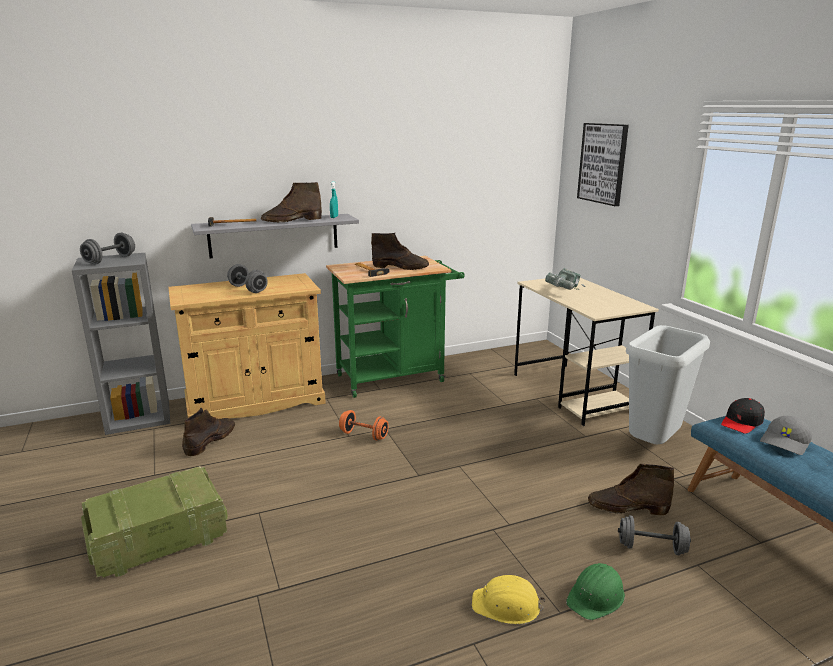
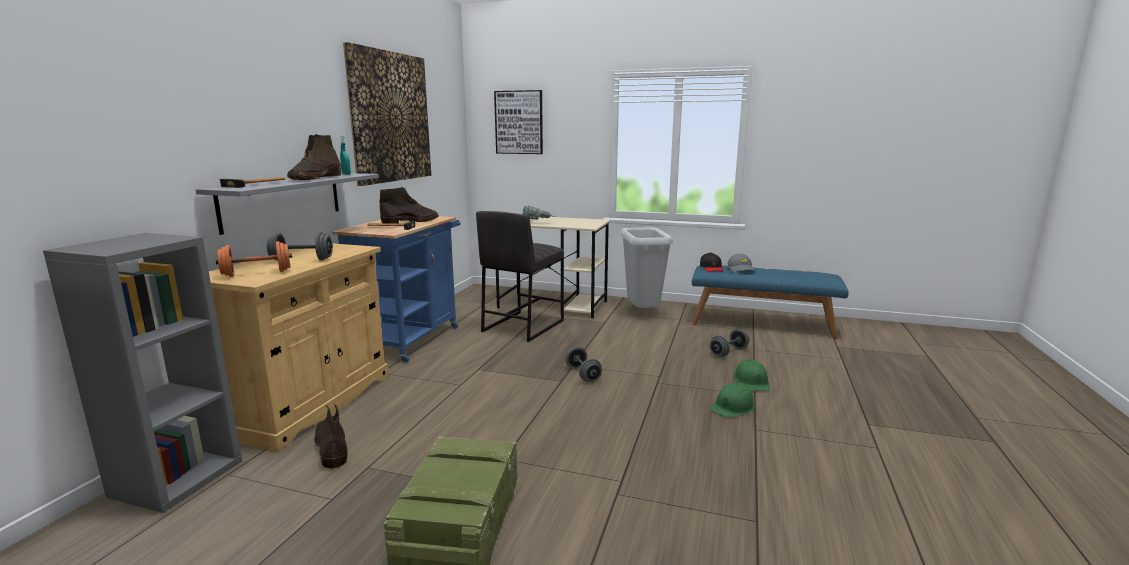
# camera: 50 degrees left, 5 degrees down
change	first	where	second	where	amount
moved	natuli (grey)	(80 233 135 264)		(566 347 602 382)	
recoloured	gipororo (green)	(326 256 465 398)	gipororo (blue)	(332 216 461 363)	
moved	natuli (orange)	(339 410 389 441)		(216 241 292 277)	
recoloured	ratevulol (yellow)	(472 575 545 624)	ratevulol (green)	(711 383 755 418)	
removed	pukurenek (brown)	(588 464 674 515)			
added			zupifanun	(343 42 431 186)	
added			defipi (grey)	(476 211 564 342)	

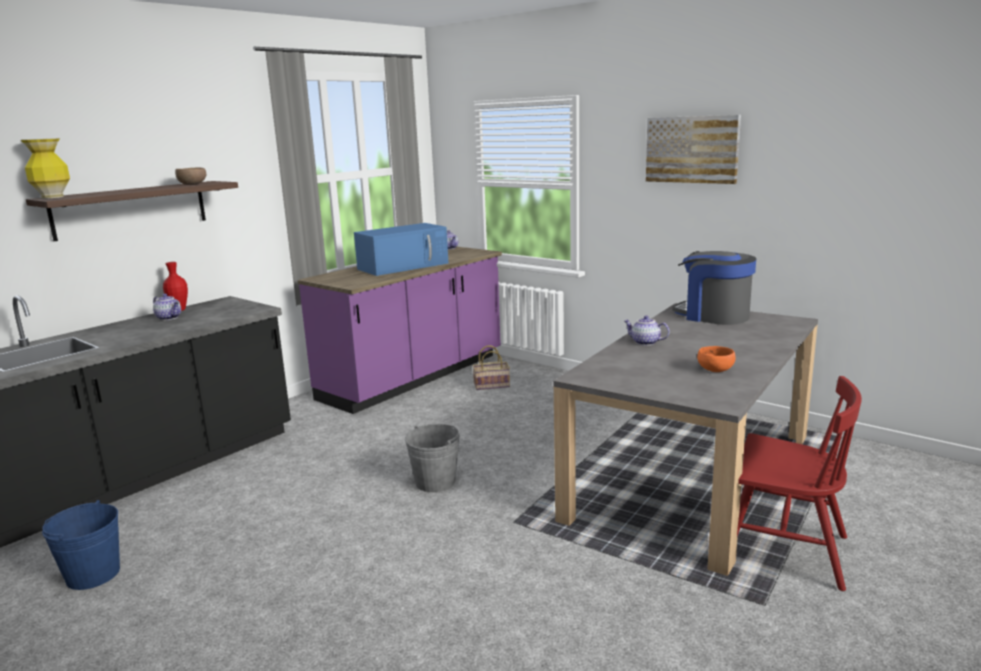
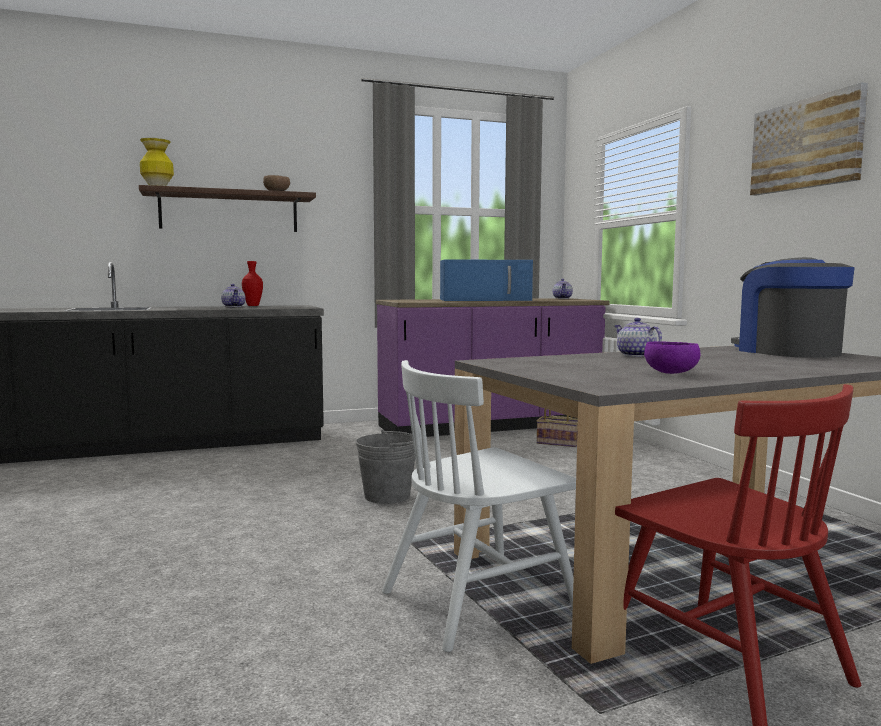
# camera: 30 degrees right, 10 degrees down
change	first	where	second	where	amount
removed	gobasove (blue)	(42 500 120 590)			
recoloured	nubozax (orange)	(697 346 736 372)	nubozax (purple)	(644 342 700 374)	
added			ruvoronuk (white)	(382 360 576 652)	

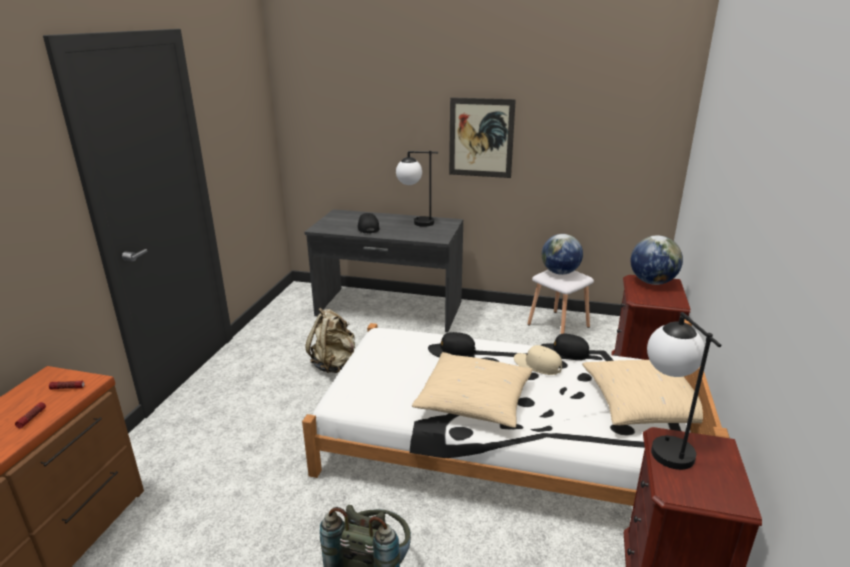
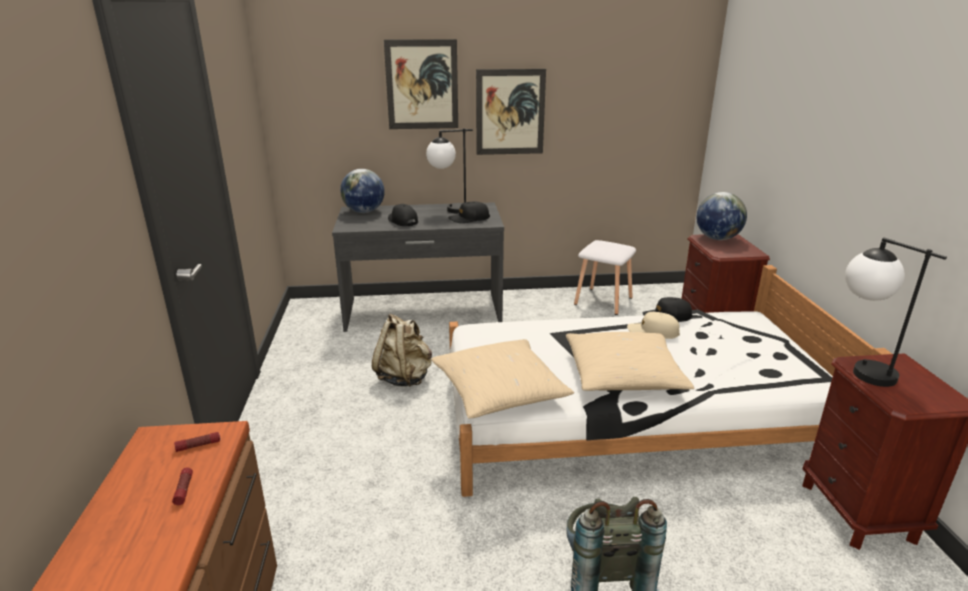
# camera: 20 degrees left, 0 degrees up
change	first	where	second	where	amount
moved	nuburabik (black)	(428 332 476 357)		(448 201 490 223)	
moved	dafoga	(542 234 583 275)		(340 169 385 213)	
moved	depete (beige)	(582 360 703 425)		(431 339 574 419)	
added			zupifanun	(384 39 458 129)	

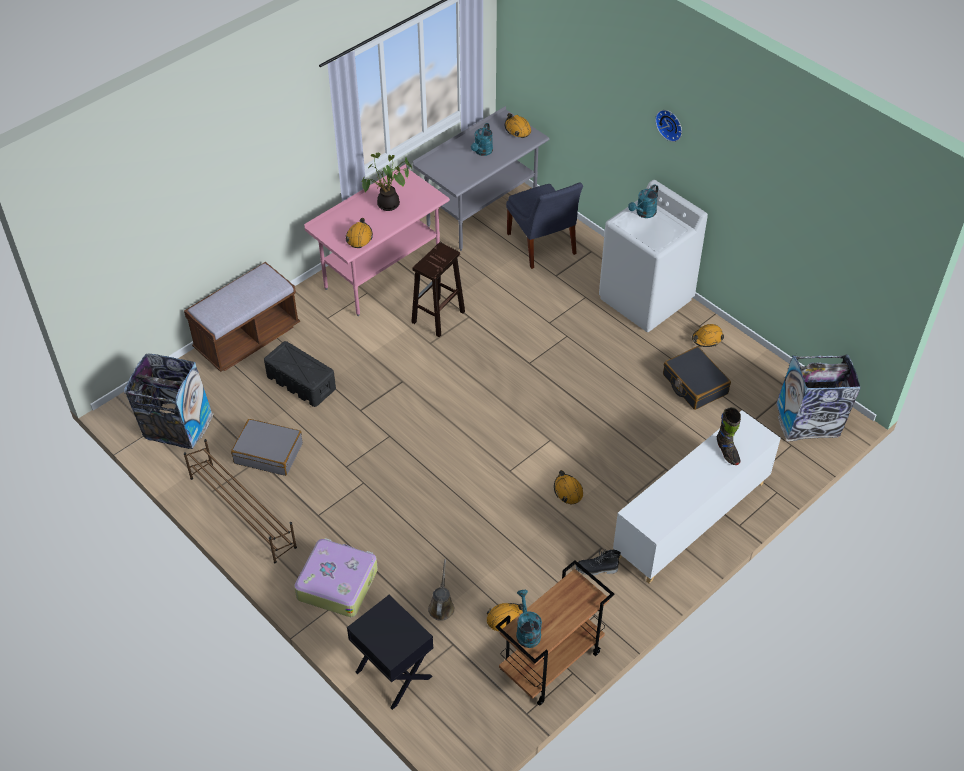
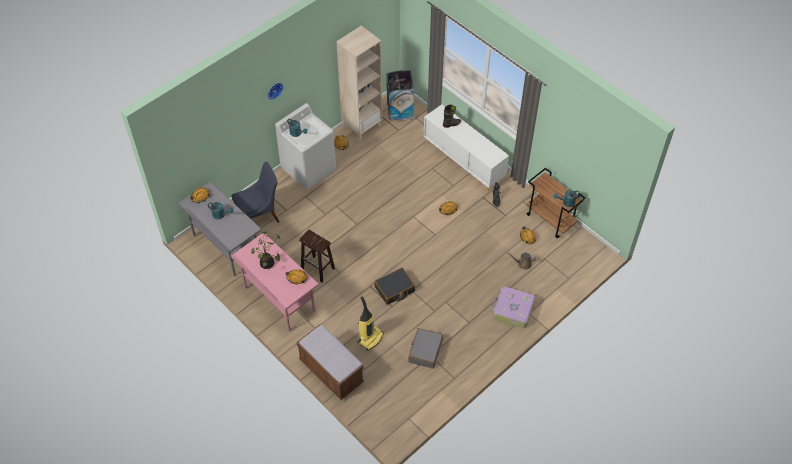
# camera: 90 degrees left, 5 degrees up
change	first	where	second	where	amount
removed	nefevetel	(124 354 214 449)			
removed	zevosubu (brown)	(184 439 297 563)			
replaced	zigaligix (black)	(264 341 336 407)	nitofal	(358 297 384 351)	
removed	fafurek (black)	(347 595 433 710)			
moved	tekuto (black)	(663 346 731 410)		(374 268 415 305)	
added			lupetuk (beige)	(336 26 382 141)	

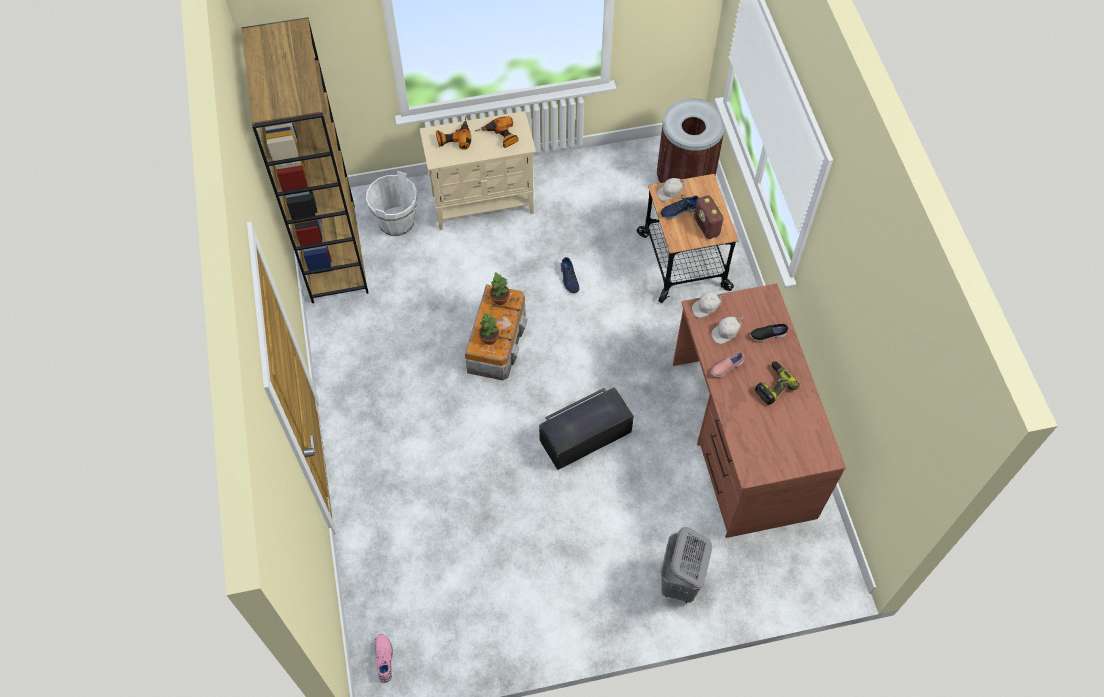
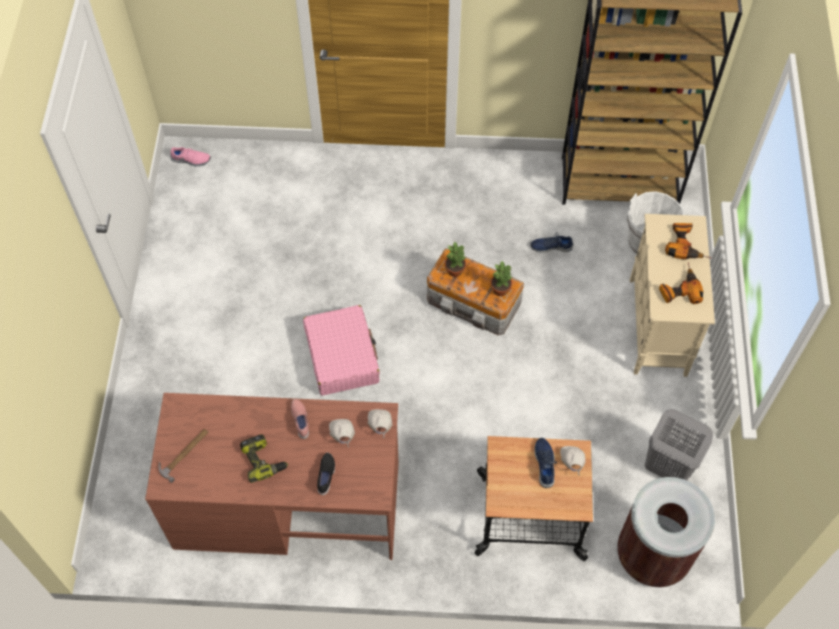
# camera: 105 degrees right, 0 degrees up
change	first	where	second	where	amount
replaced	zigaligix (black)	(539 387 634 470)	tekuto (pink)	(303 305 380 396)	
moved	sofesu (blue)	(560 257 580 293)		(531 232 573 253)	
moved	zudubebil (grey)	(660 527 712 603)		(645 409 713 480)	
removed	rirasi	(694 195 725 239)			
added			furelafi	(159 429 208 483)	

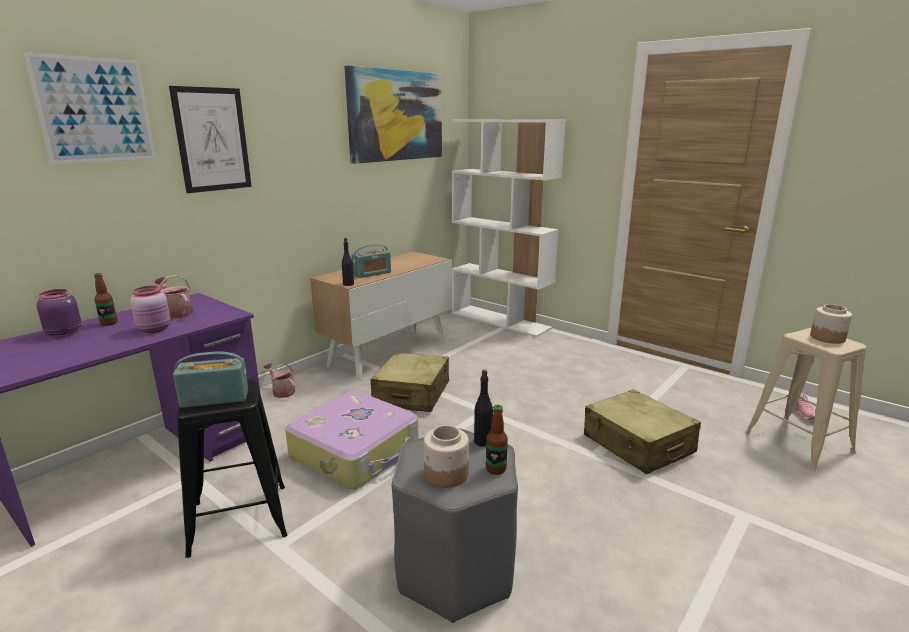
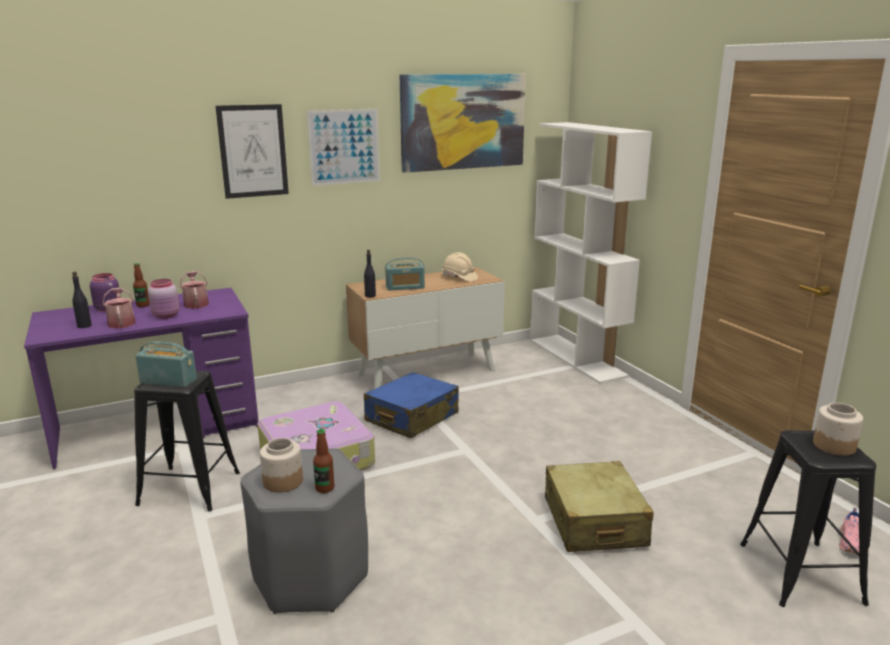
# camera: 25 degrees right, 0 degrees up
change	first	where	second	where	amount
moved	zupifanun	(24 52 156 164)		(307 109 380 186)	
moved	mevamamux	(264 363 295 398)		(103 287 136 329)	
recoloured	tekuto (beige)	(370 352 449 412)	tekuto (blue)	(364 372 459 438)	
moved	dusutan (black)	(474 370 493 447)		(72 272 92 328)	
recoloured	defipi (beige)	(745 328 866 471)	defipi (black)	(740 430 876 607)	
added			ratevulol (beige)	(442 252 478 282)	

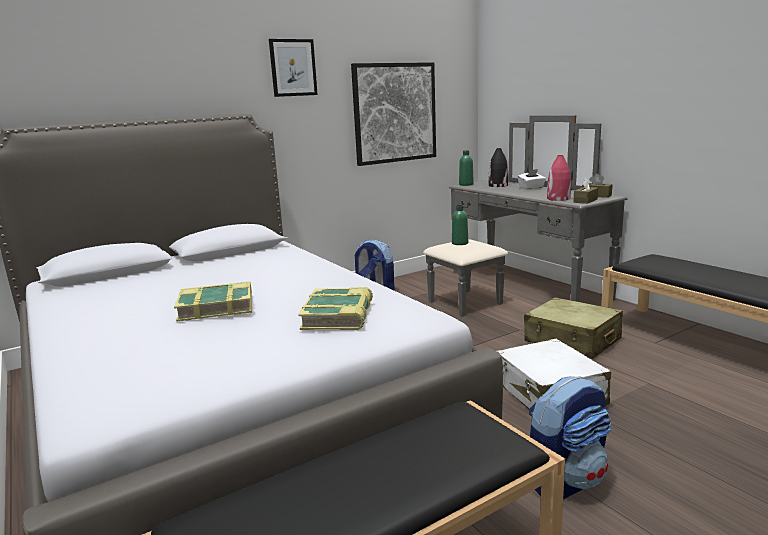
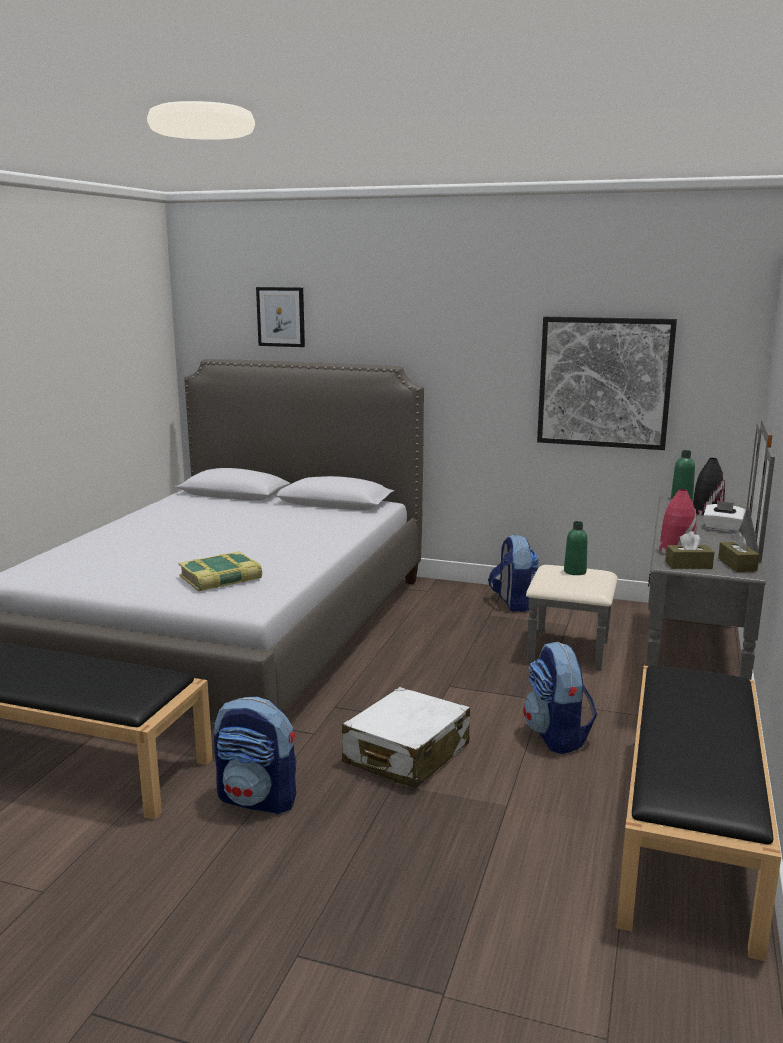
# camera: 50 degrees right, 0 degrees up
change	first	where	second	where	amount
removed	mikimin	(174 282 252 322)			
moved	zupifanun	(269 39 318 97)		(256 287 305 347)	
replaced	tekuto (beige)	(524 297 623 359)	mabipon	(523 642 597 754)	

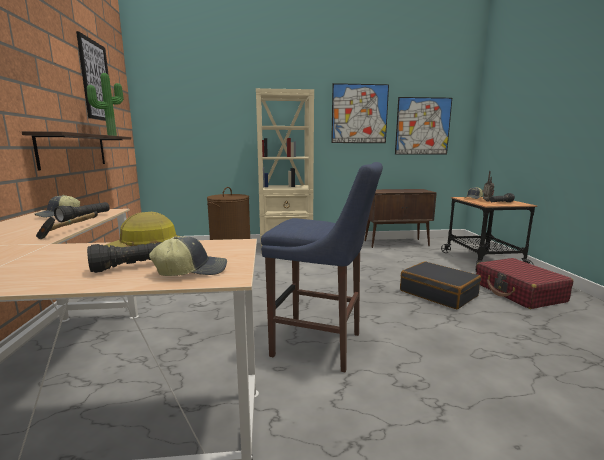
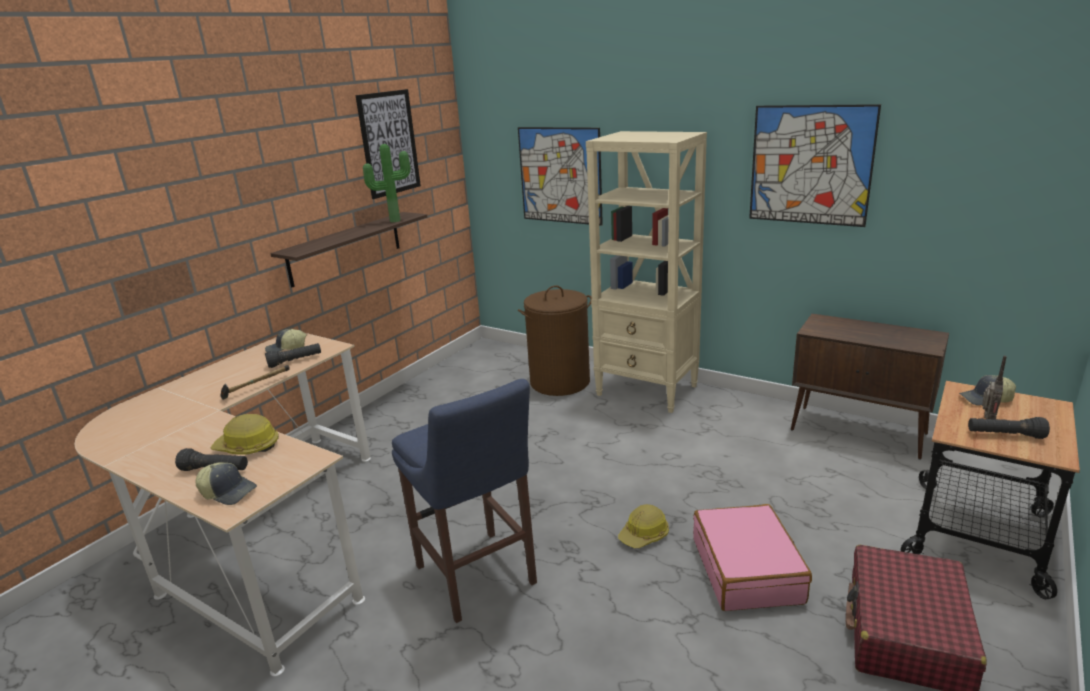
# camera: 40 degrees right, 10 degrees up
change	first	where	second	where	amount
moved	zupifanun	(395 97 452 155)		(518 127 603 226)	
recoloured	tekuto (black)	(400 261 481 309)	tekuto (pink)	(693 504 812 611)	
added			ratevulol	(618 504 669 549)	

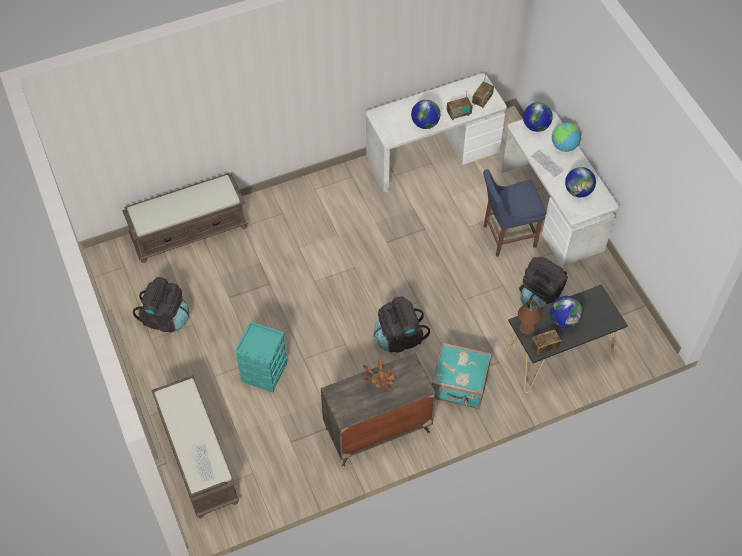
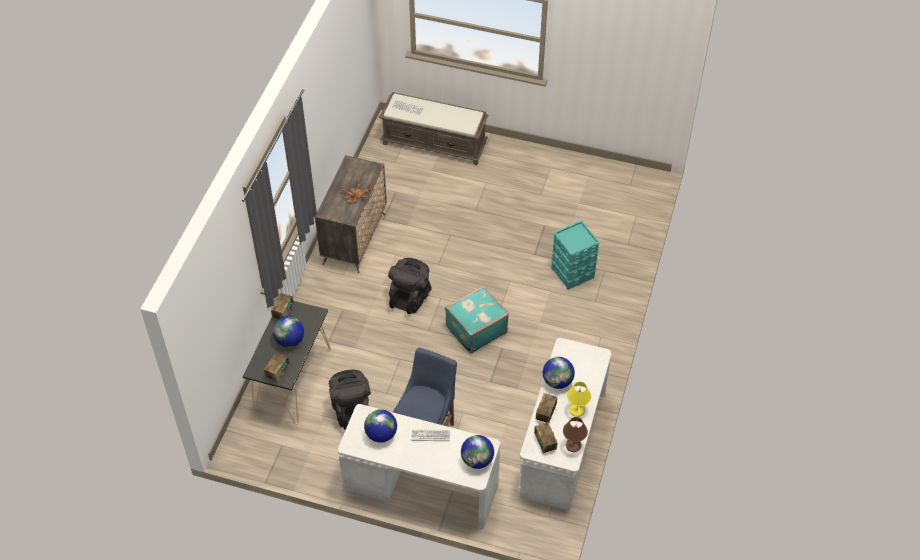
# camera: 130 degrees right, 5 degrees down
change	first	where	second	where	amount
removed	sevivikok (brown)	(122 173 249 263)			
removed	mabipon (black)	(133 277 189 332)			
moved	zigaligix (turquoise)	(235 321 287 393)		(551 220 600 290)	
moved	tekuto (turquoise)	(432 343 492 409)		(445 286 509 354)	
moved	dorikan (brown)	(518 300 542 335)		(563 417 588 452)	
removed	dafoga	(552 123 581 152)			
added			rirasi	(264 350 289 382)	
added			dorikan (yellow)	(567 382 591 417)	

